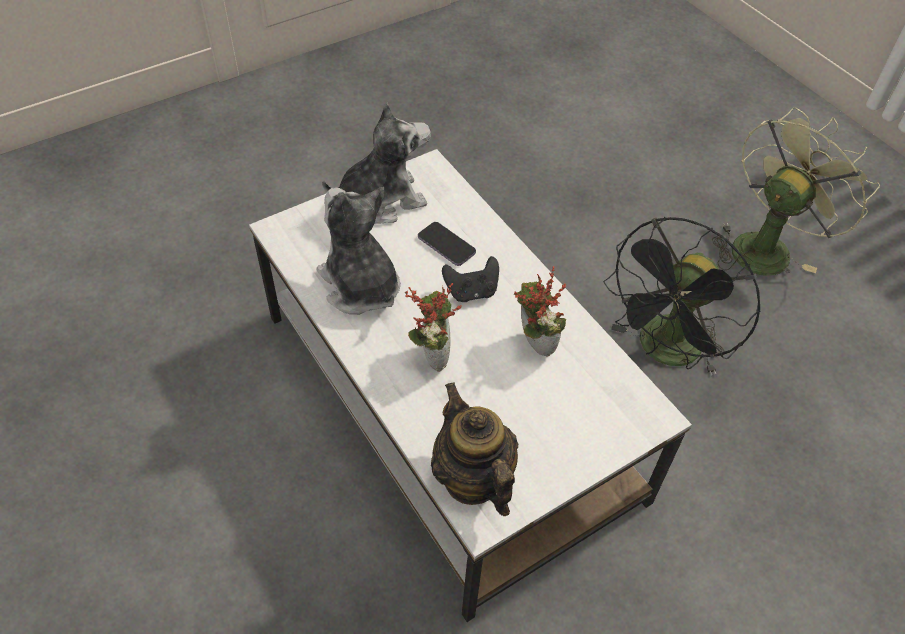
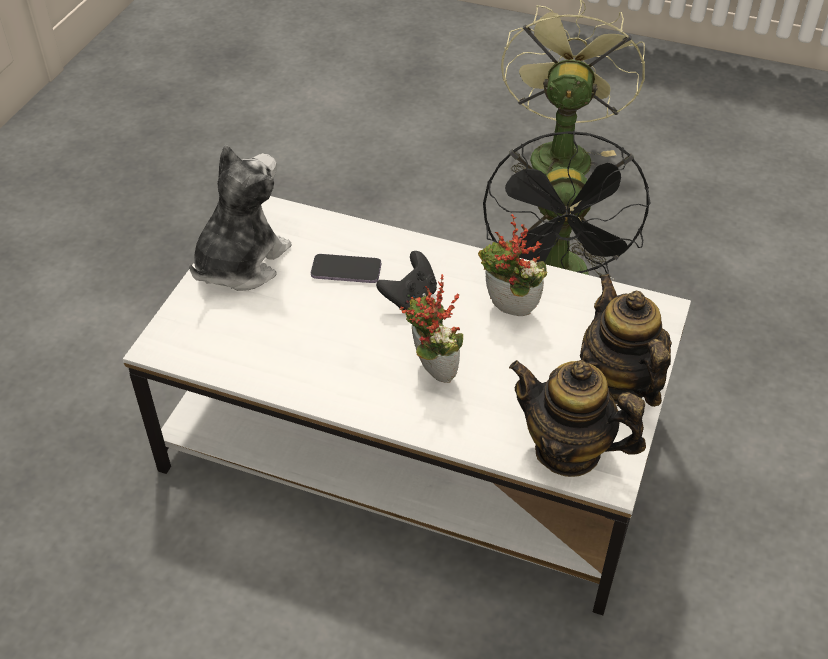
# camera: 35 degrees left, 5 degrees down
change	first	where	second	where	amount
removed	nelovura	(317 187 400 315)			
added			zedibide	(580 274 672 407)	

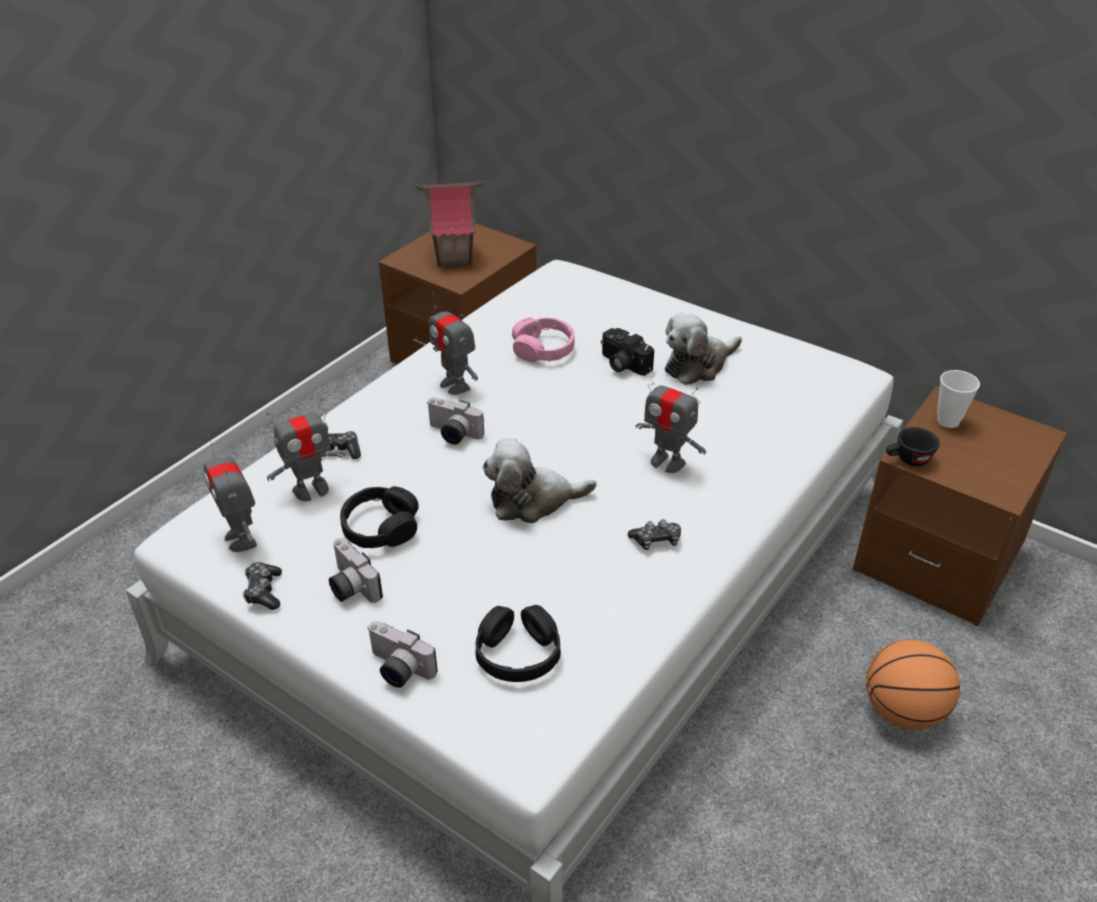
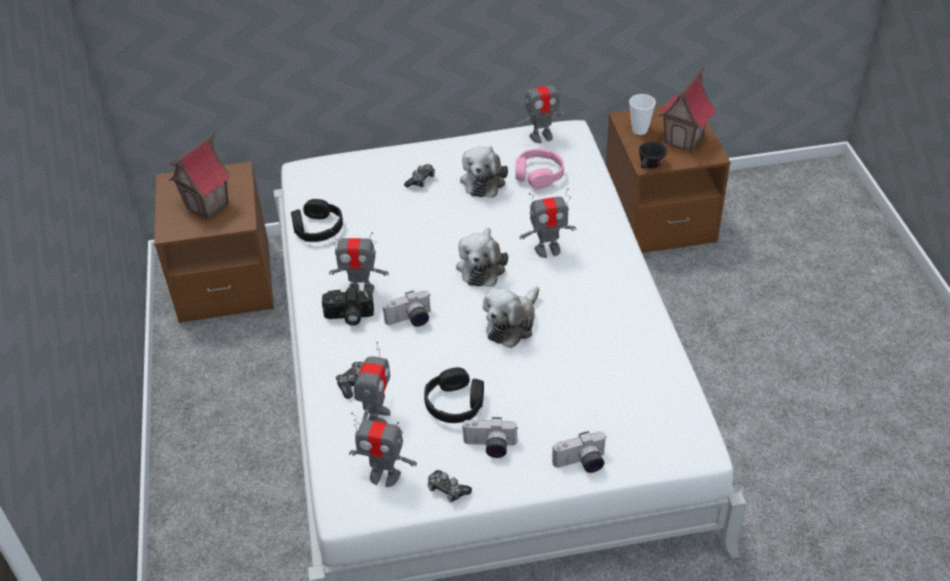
# camera: 45 degrees left, 5 degrees up
change	first	where	second	where	amount
moved	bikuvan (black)	(475 605 561 682)		(291 199 343 242)	
moved	bikuvan (pink)	(512 317 575 362)		(515 149 564 189)	
moved	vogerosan	(601 328 654 376)		(322 288 374 326)	
moved	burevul	(628 519 681 550)		(404 164 435 188)	
removed	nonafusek	(866 639 960 730)			
added			nelovura	(456 228 508 287)	
added			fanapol	(516 76 566 143)	
added			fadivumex	(658 67 716 152)	

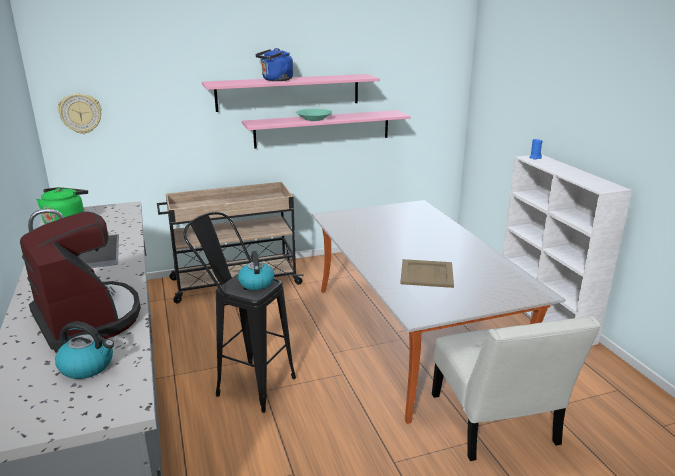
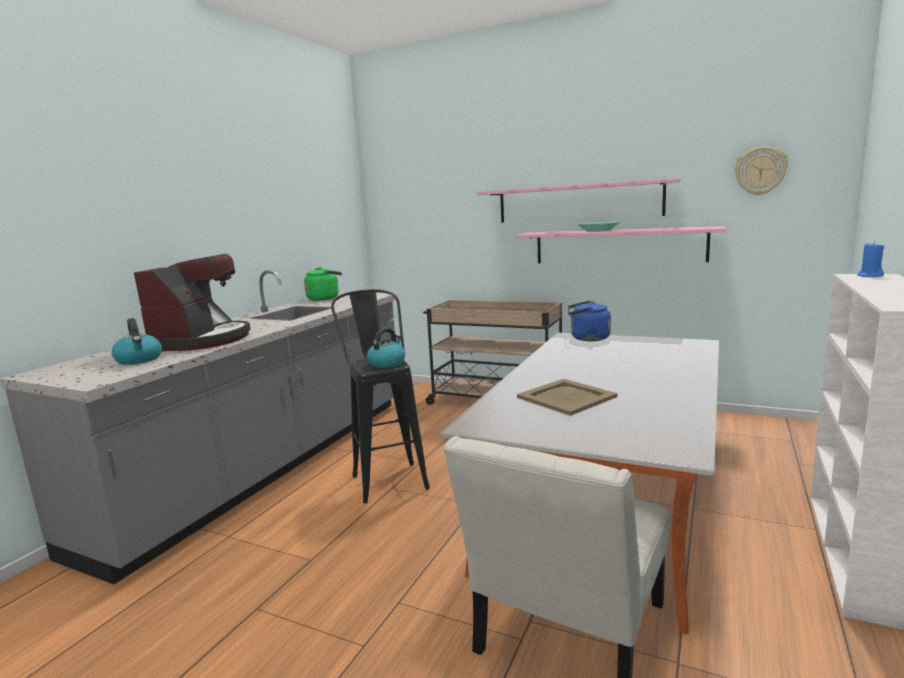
# camera: 45 degrees right, 10 degrees down
change	first	where	second	where	amount
moved	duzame	(58 93 102 134)		(735 146 788 196)	
moved	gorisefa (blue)	(255 48 293 81)		(568 301 611 341)	

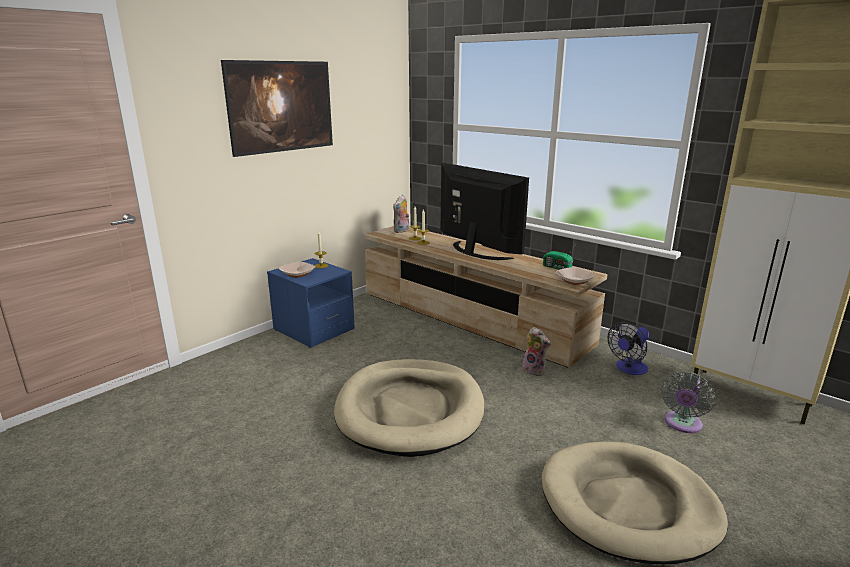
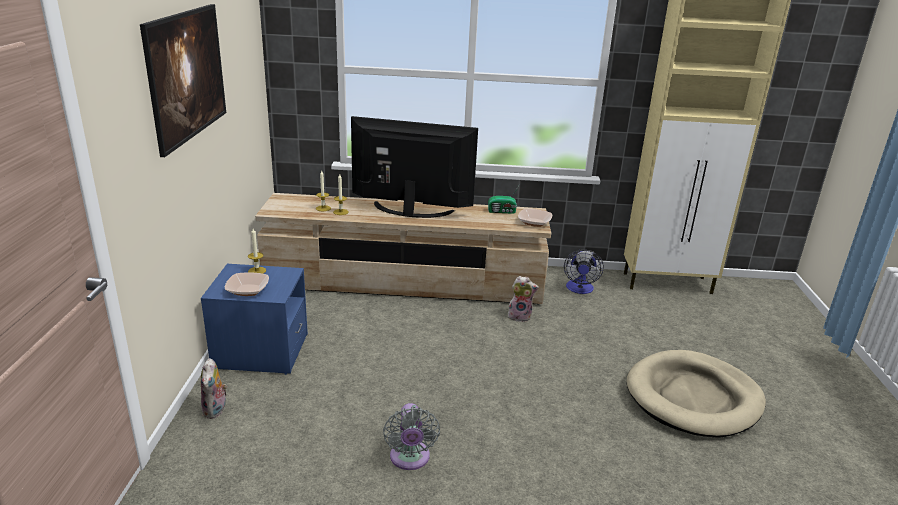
# camera: 40 degrees left, 5 degrees up
change	first	where	second	where	amount
removed	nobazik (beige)	(334 359 484 457)			
moved	nelovura	(393 195 409 233)		(201 358 228 419)	
moved	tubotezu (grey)	(661 371 716 433)		(383 403 440 470)	

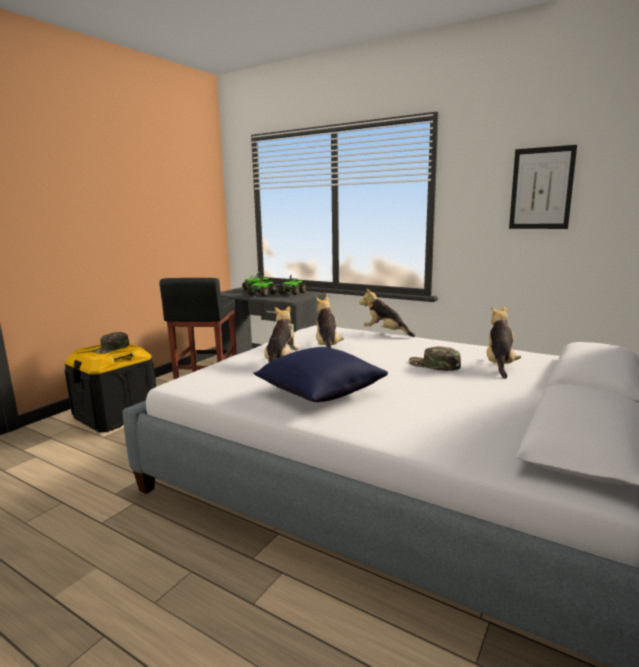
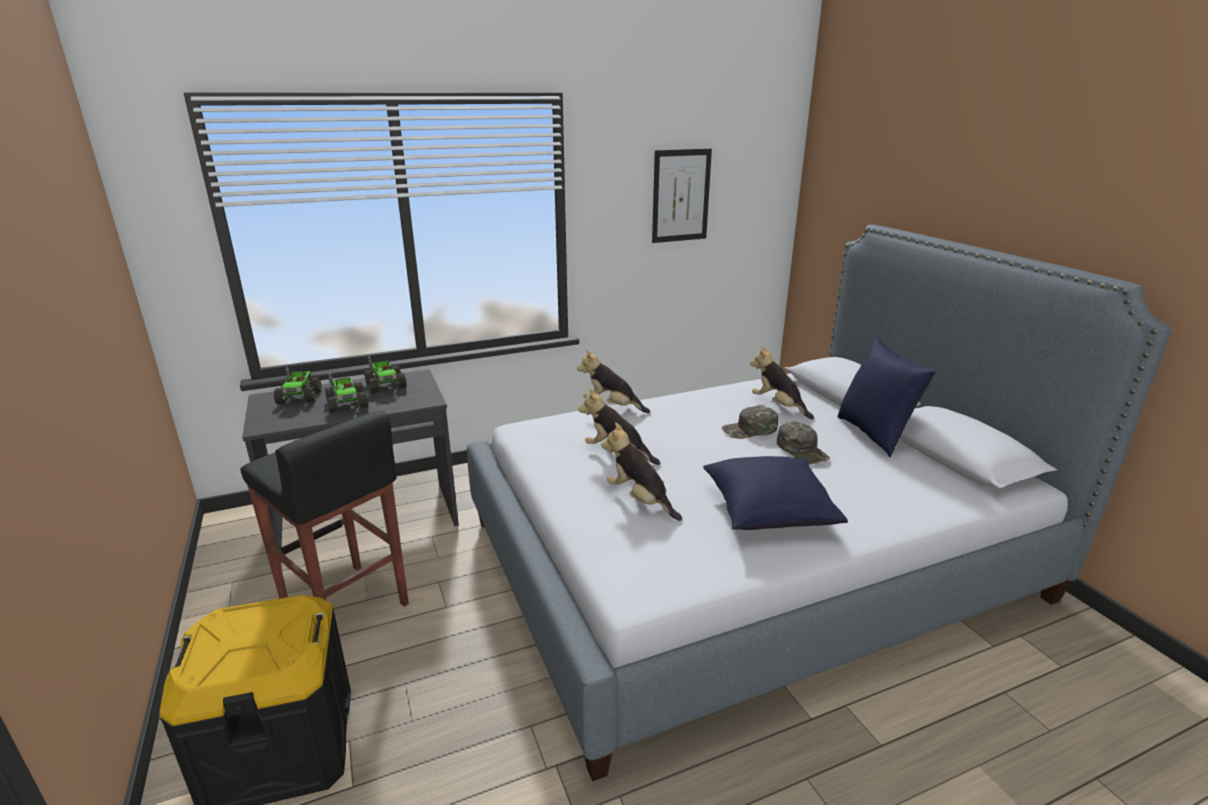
# camera: 55 degrees left, 10 degrees up
change	first	where	second	where	amount
moved	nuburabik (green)	(89 332 129 354)		(777 422 830 464)	
turned	nelovura	(359 289 415 337)		(577 349 650 414)	45 degrees clockwise
added			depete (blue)	(837 338 936 457)	

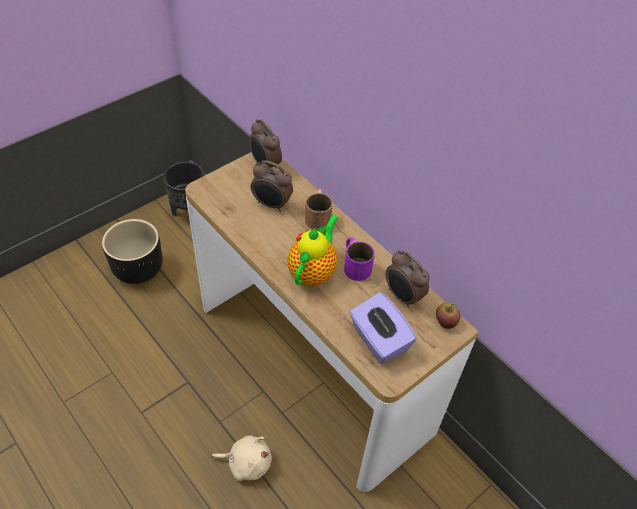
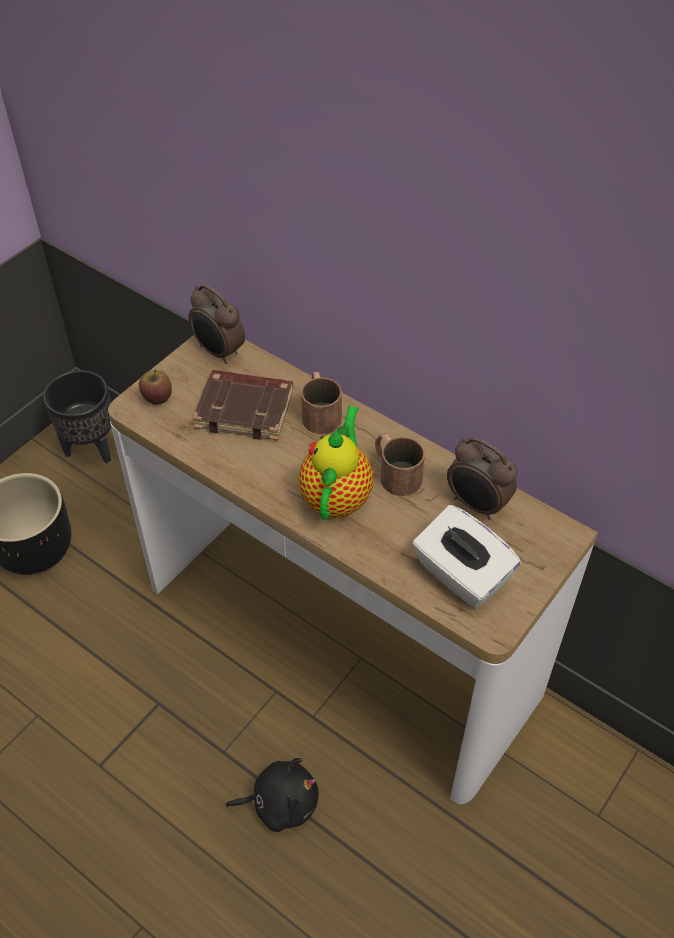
# camera: 10 degrees left, 0 degrees up
change	first	where	second	where	amount
recoloured	nelovura (beige)	(212 436 272 481)	nelovura (black)	(226 758 318 832)	
replaced	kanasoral	(251 160 293 212)	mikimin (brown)	(193 370 293 440)	
recoloured	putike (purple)	(344 237 375 281)	putike (brown)	(375 433 425 496)	
recoloured	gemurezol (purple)	(350 292 417 364)	gemurezol (white)	(412 505 521 608)	
moved	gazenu	(436 302 460 329)		(139 369 172 404)	

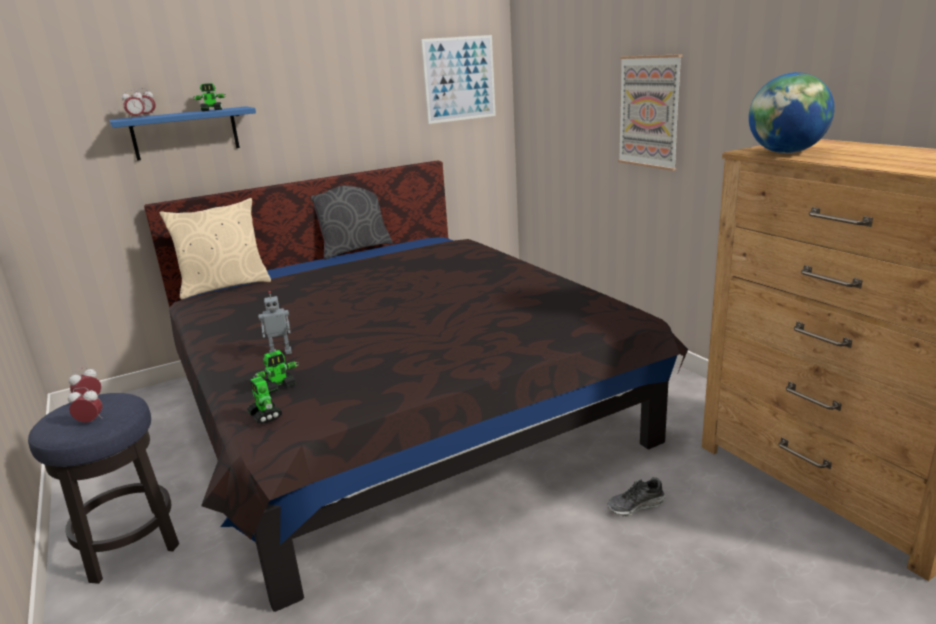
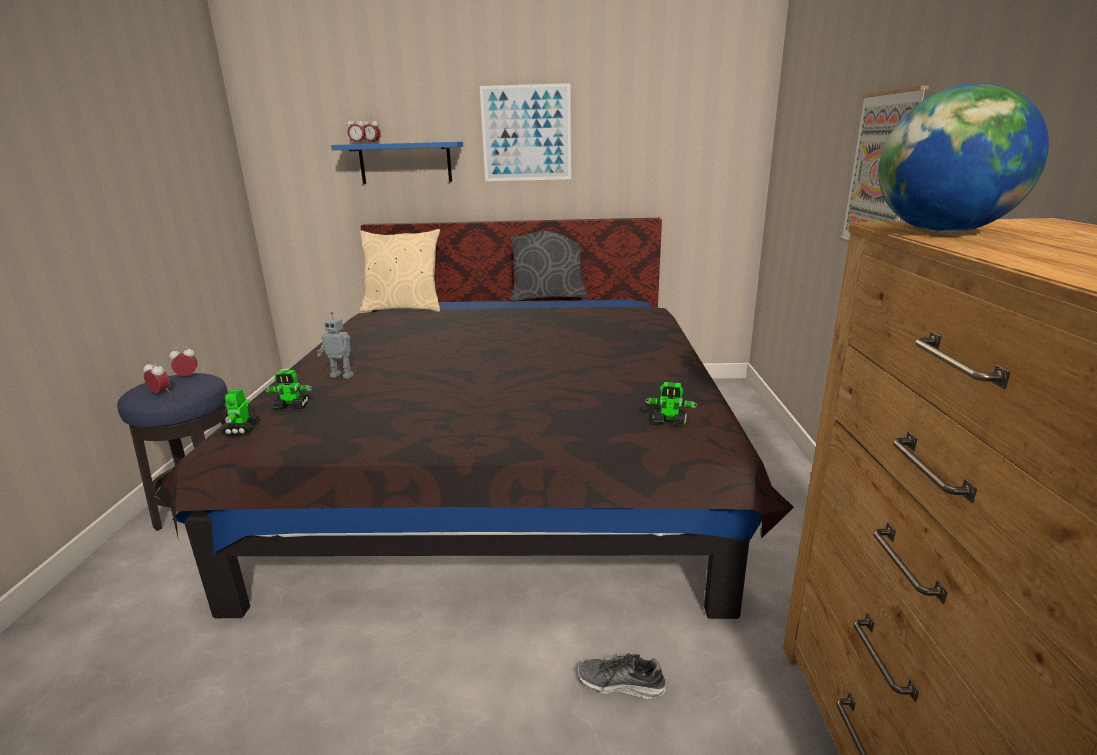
# camera: 30 degrees right, 0 degrees up
change	first	where	second	where	amount
moved	fanapol	(193 83 226 111)		(645 382 697 427)	
moved	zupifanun	(421 35 496 124)		(480 83 571 181)	

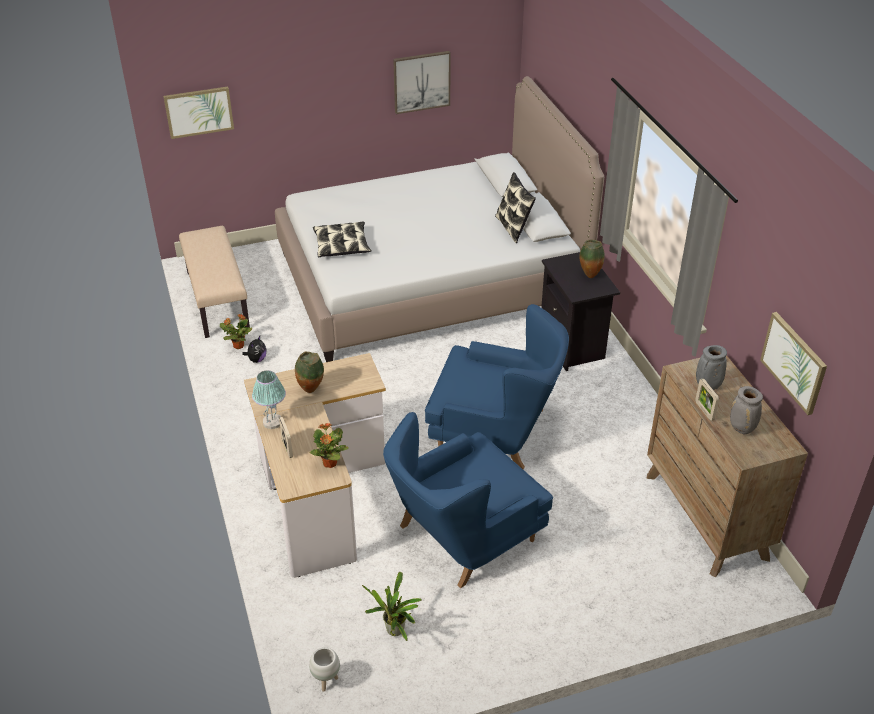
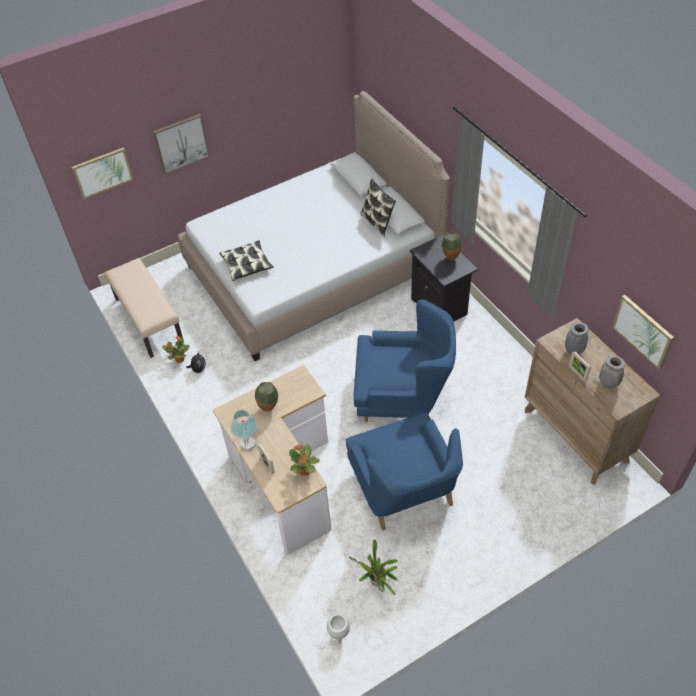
# camera: 10 degrees left, 10 degrees up
change	first	where	second	where	amount
turned	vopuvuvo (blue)	(383 412 553 588)		(346 412 463 531)	60 degrees counterclockwise
moved	zupifanun	(393 51 451 114)		(153 114 210 174)	

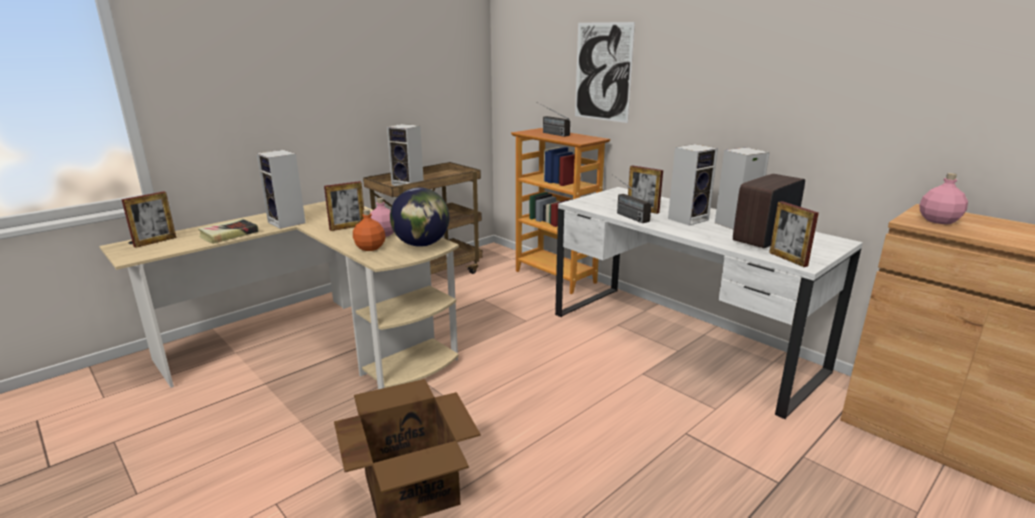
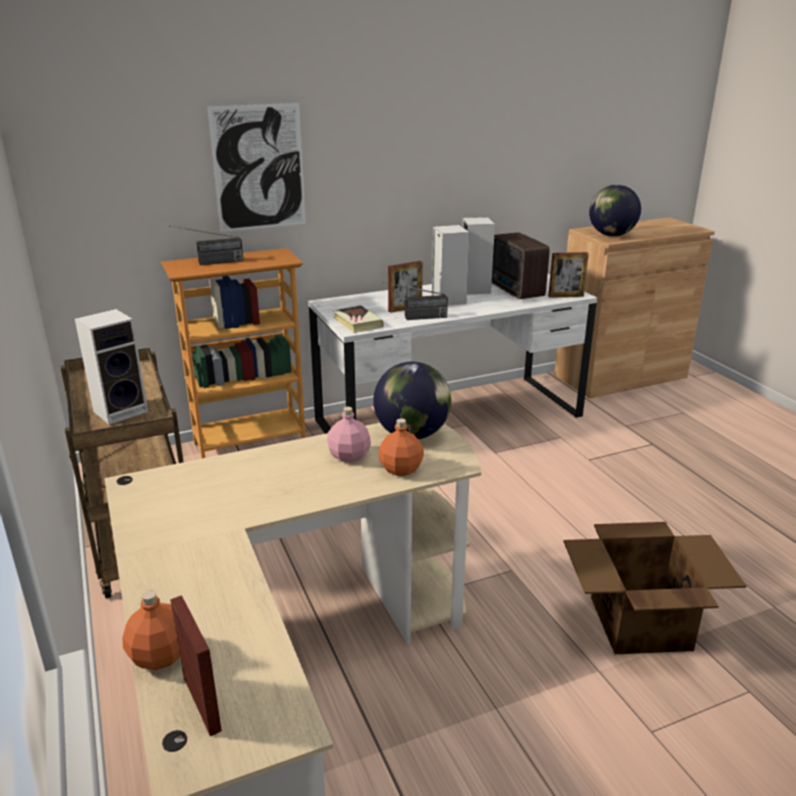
# camera: 70 degrees left, 5 degrees up
change	first	where	second	where	amount
moved	mikimin	(198 219 258 244)		(333 305 384 333)	
removed	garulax	(256 150 306 229)			
removed	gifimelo	(324 181 364 231)			
replaced	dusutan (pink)	(919 173 968 224)	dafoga	(589 185 641 236)	
added			dusutan (orange)	(122 590 180 670)	

